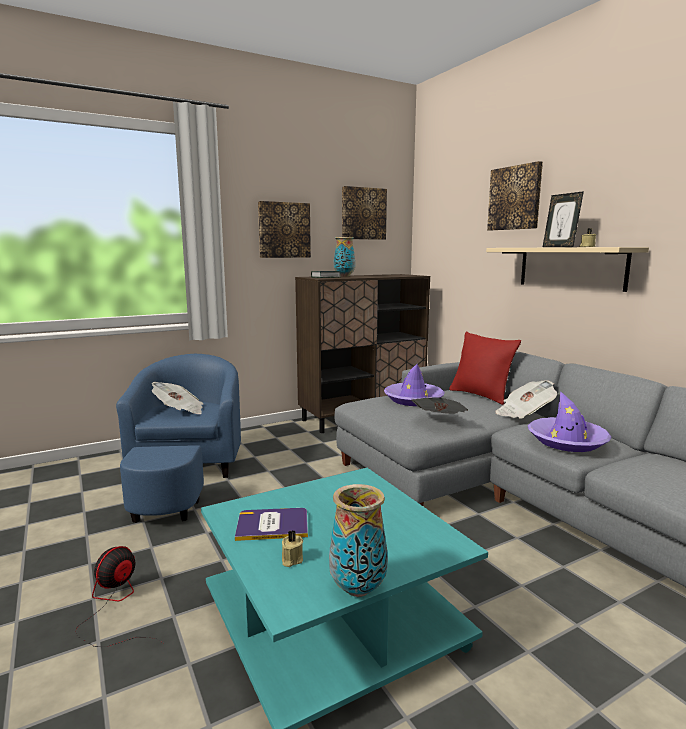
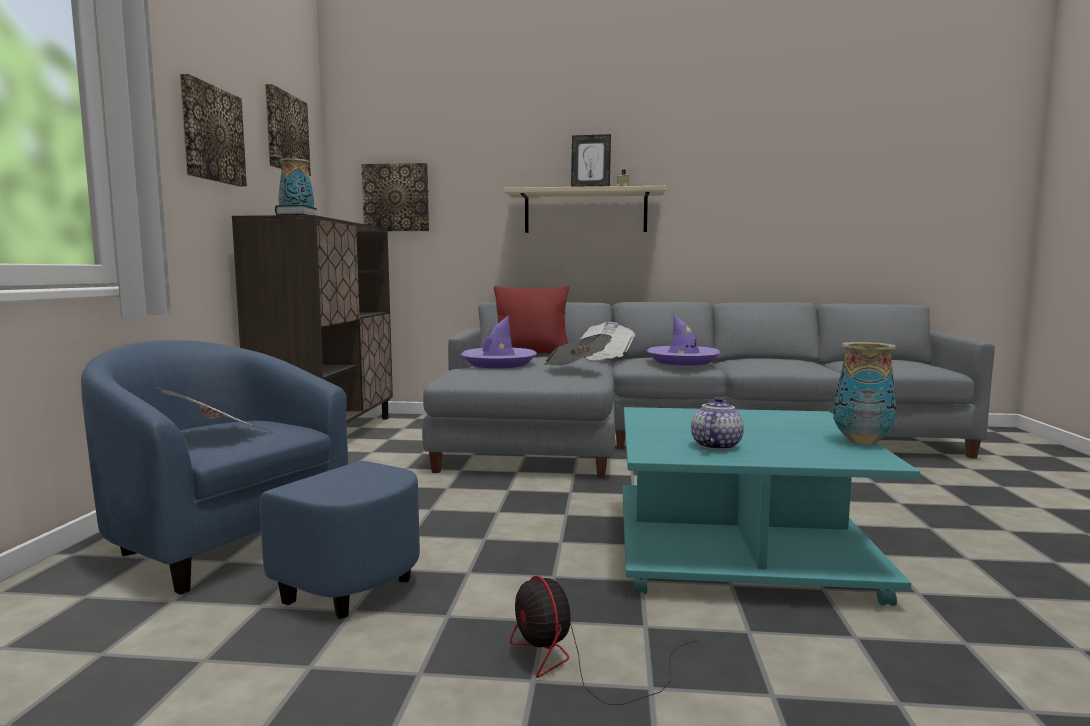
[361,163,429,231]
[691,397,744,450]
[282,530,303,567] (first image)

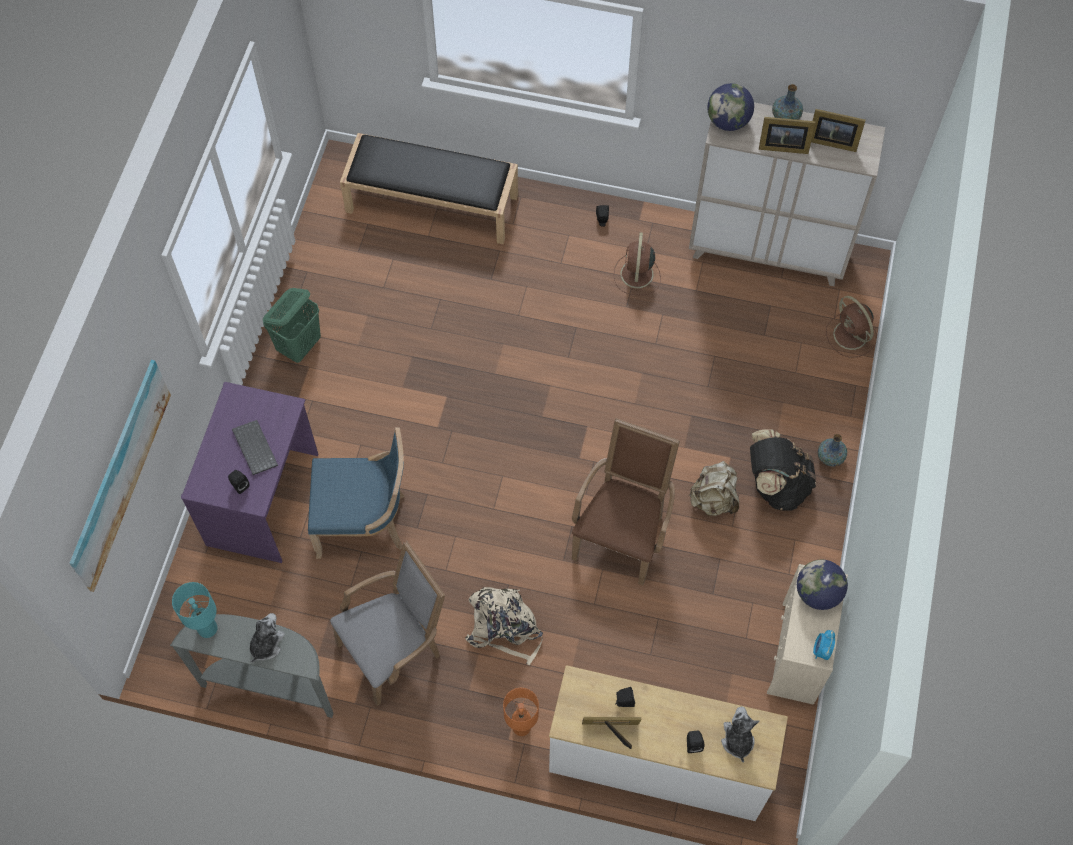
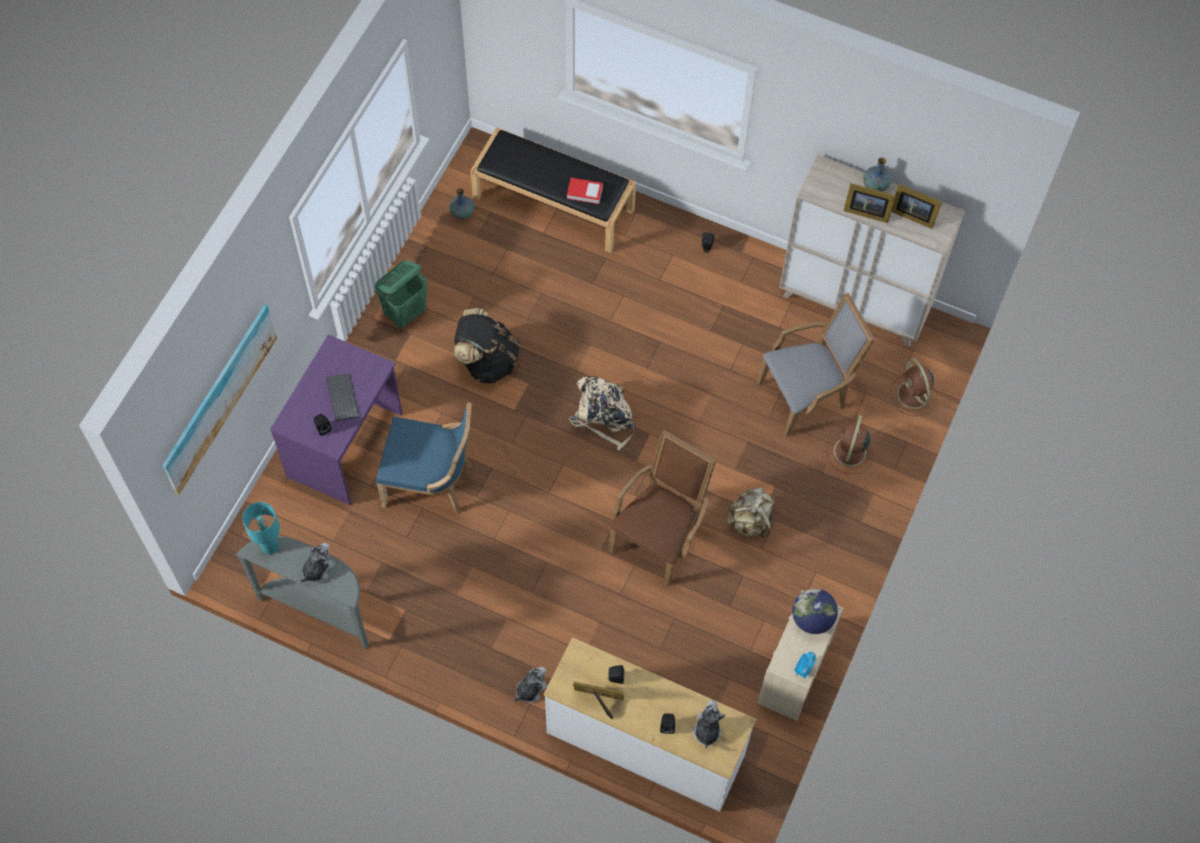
[449,188,475,220]
[454,308,520,384]
[514,667,548,703]
[567,178,603,204]
[569,376,635,450]
[757,293,875,437]
[827,415,873,474]
[707,83,754,131] (first image)

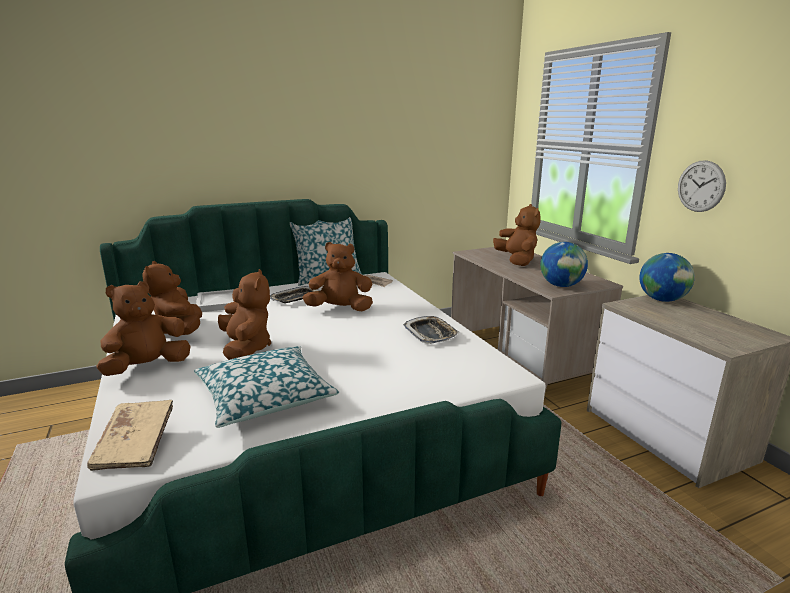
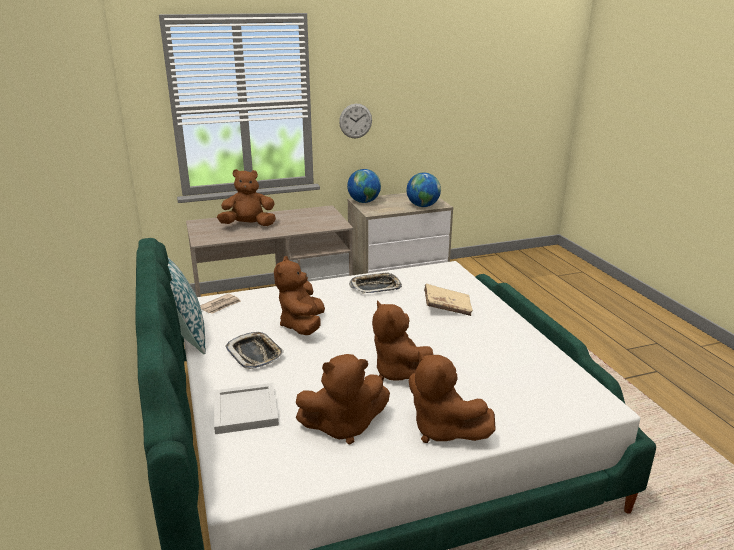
[372,300,433,381]
[406,172,441,207]
[424,284,473,316]
[194,346,339,428] (first image)

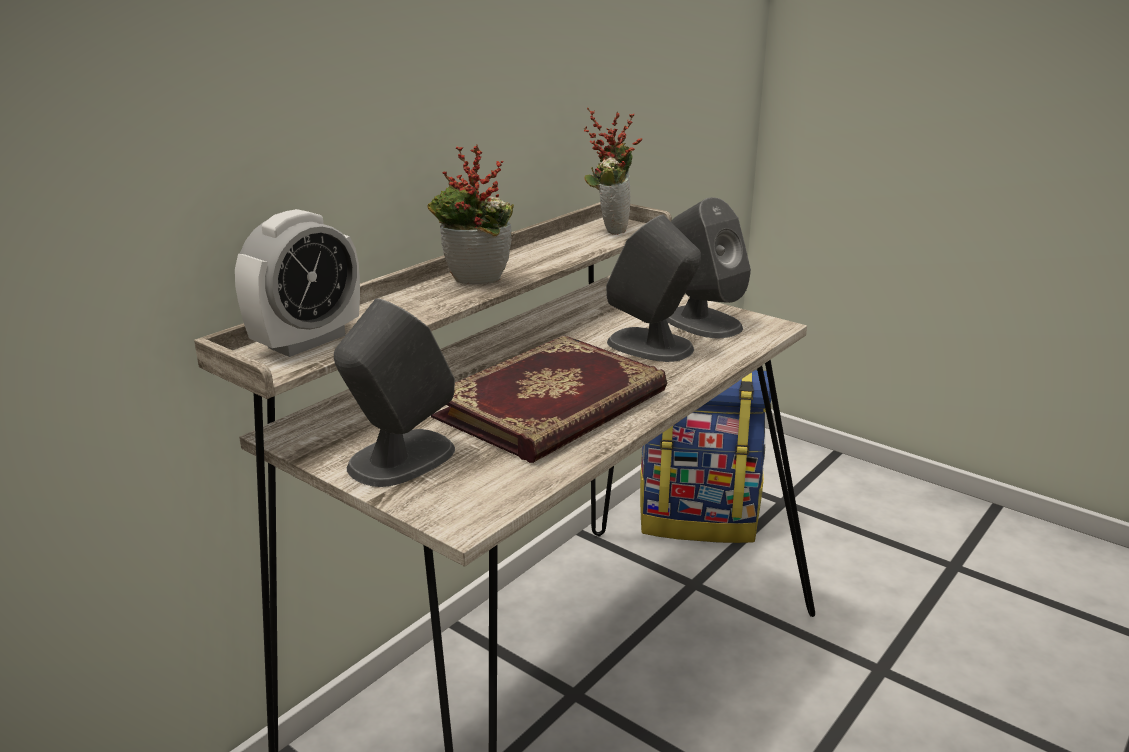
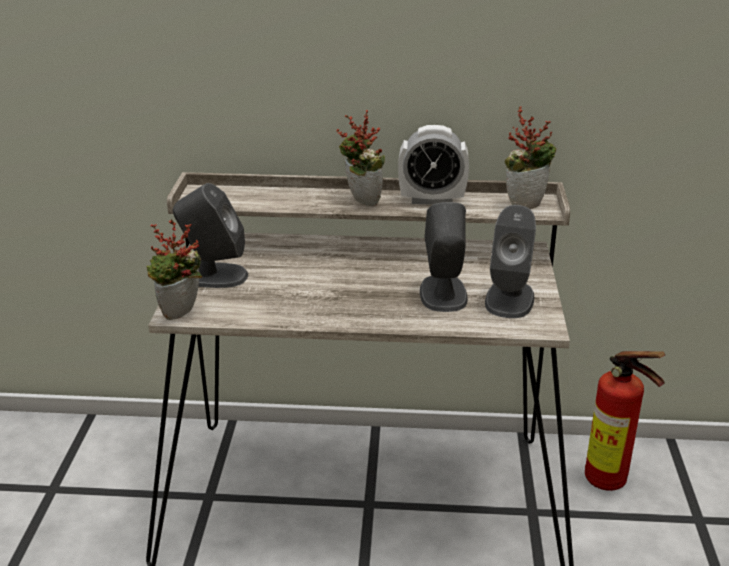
[146,219,202,320]
[398,125,469,205]
[585,351,665,491]
[431,335,667,463] (first image)

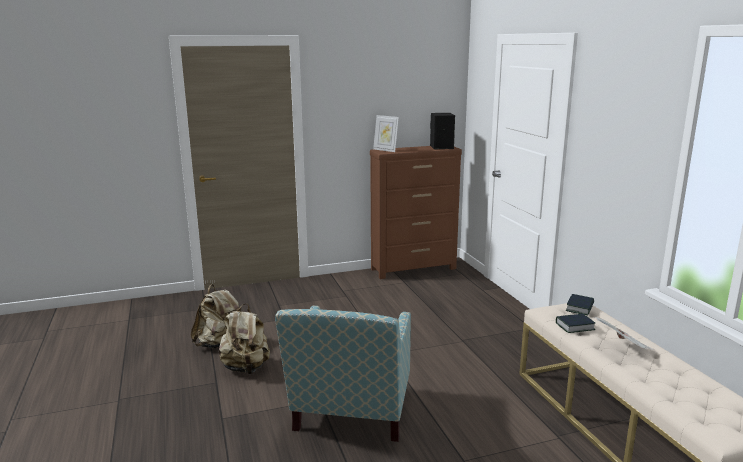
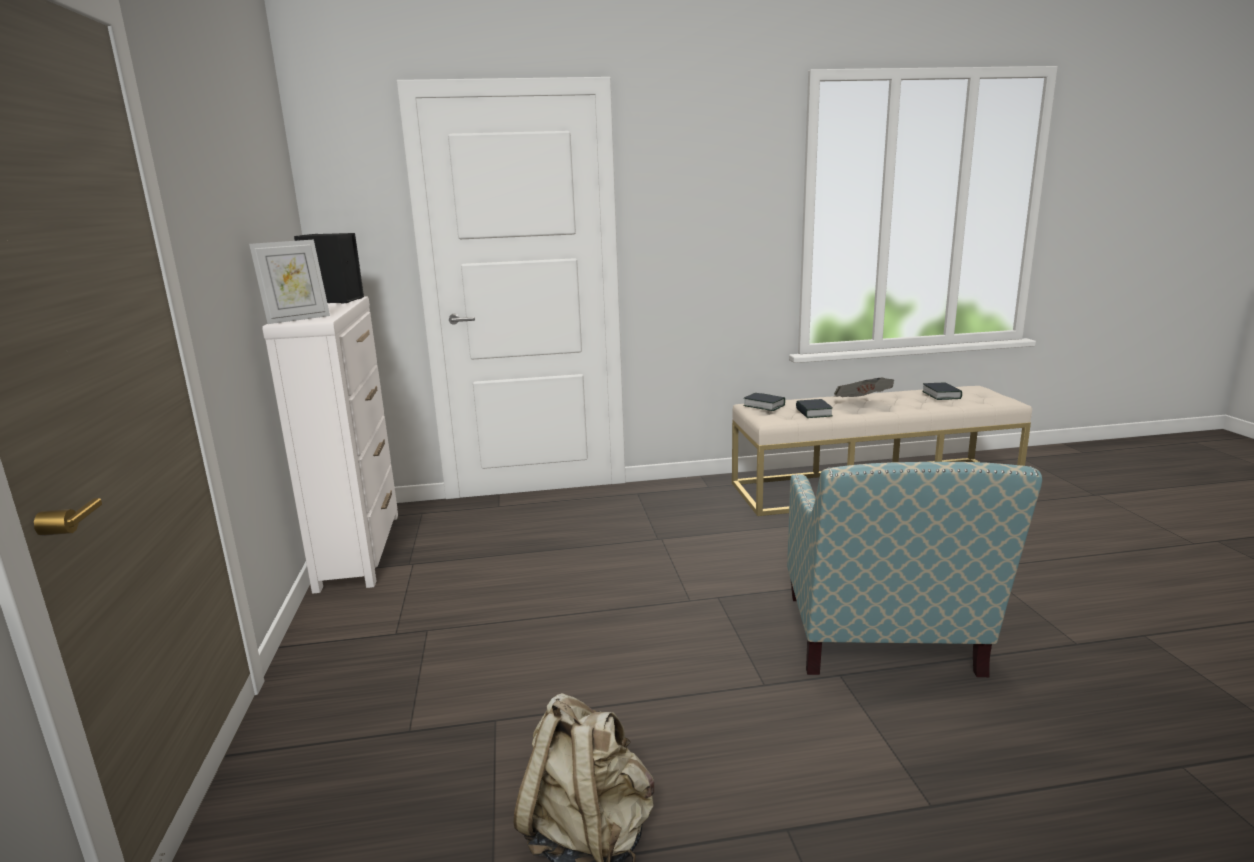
[262,296,398,594]
[787,462,1042,677]
[922,382,962,400]
[219,303,270,374] (first image)

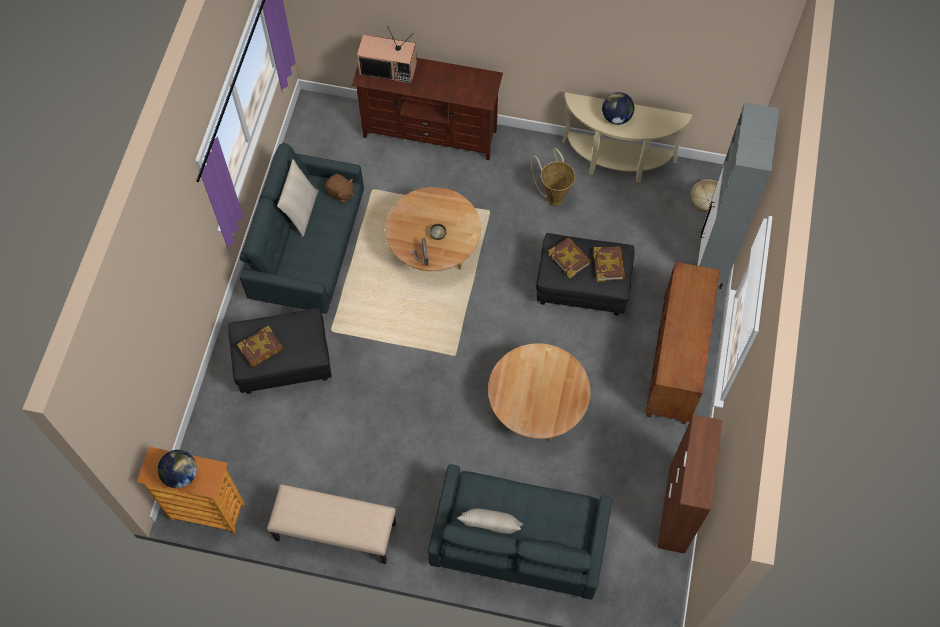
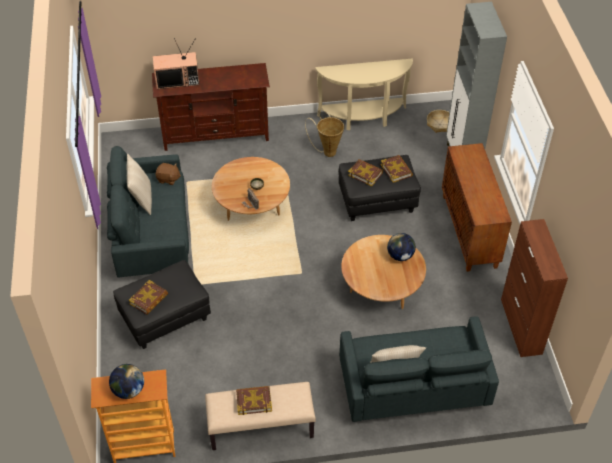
[236,386,272,415]
[387,233,416,261]

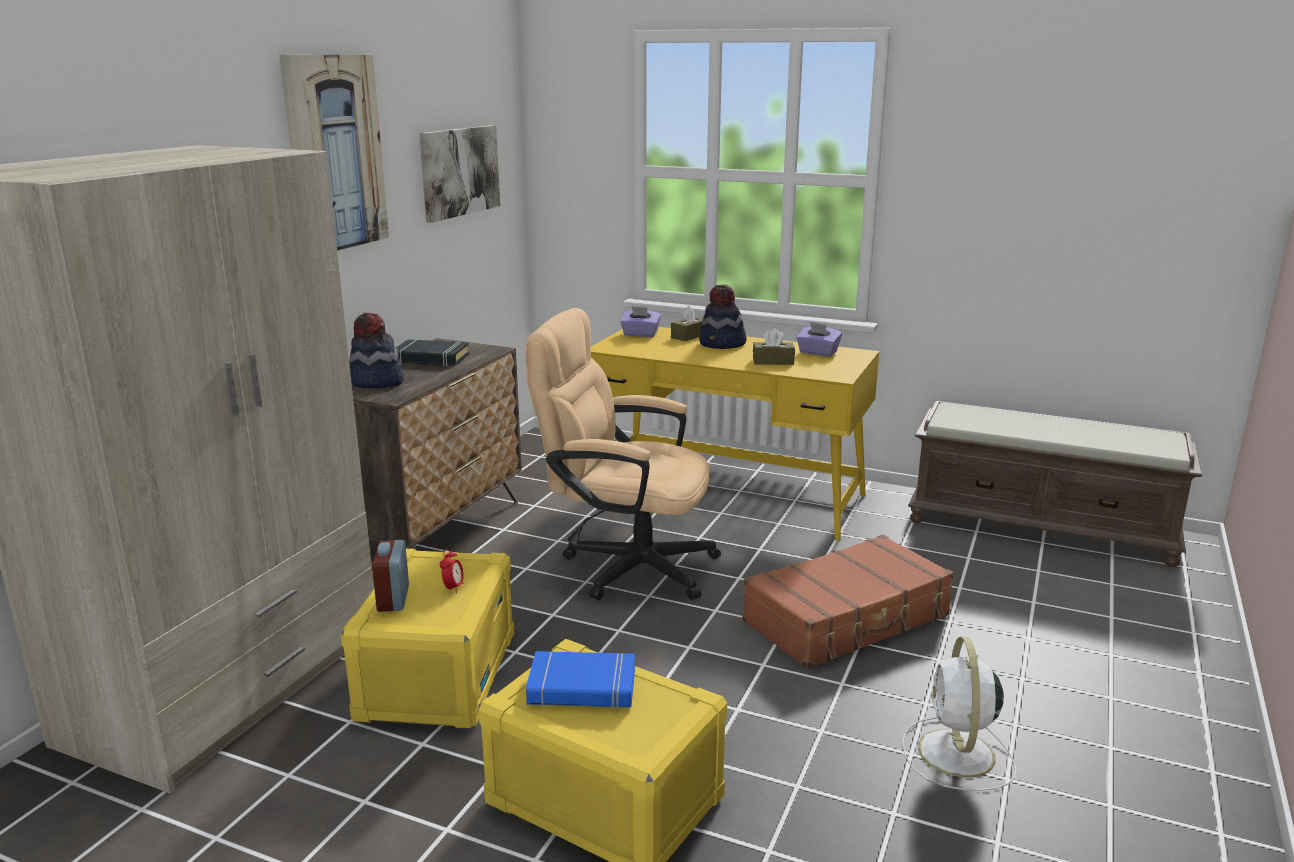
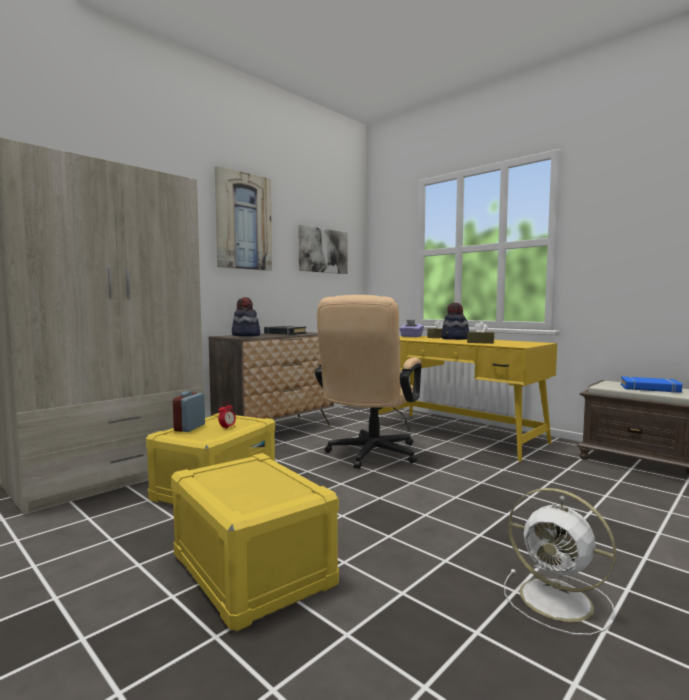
[315,295,422,469]
[504,488,616,635]
[621,376,682,393]
[742,535,954,669] (first image)
[796,322,842,356] (first image)

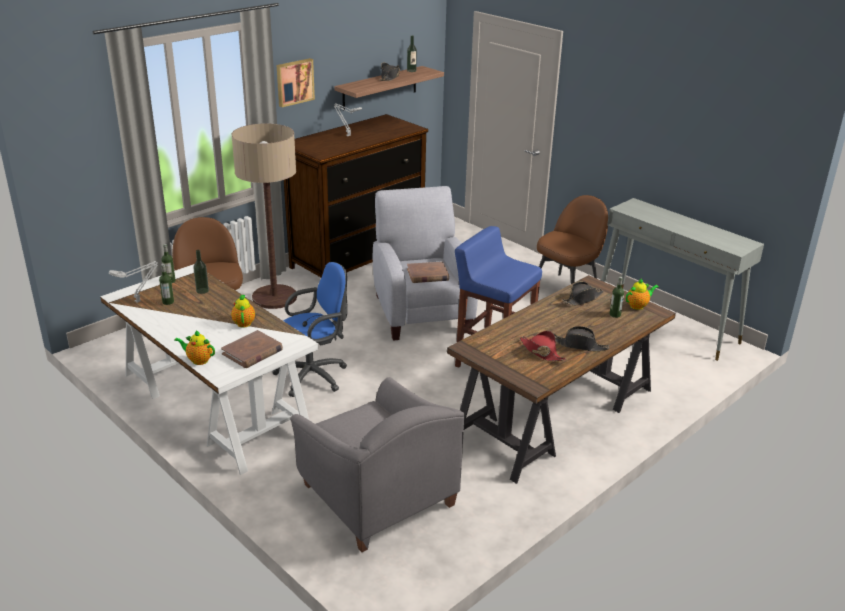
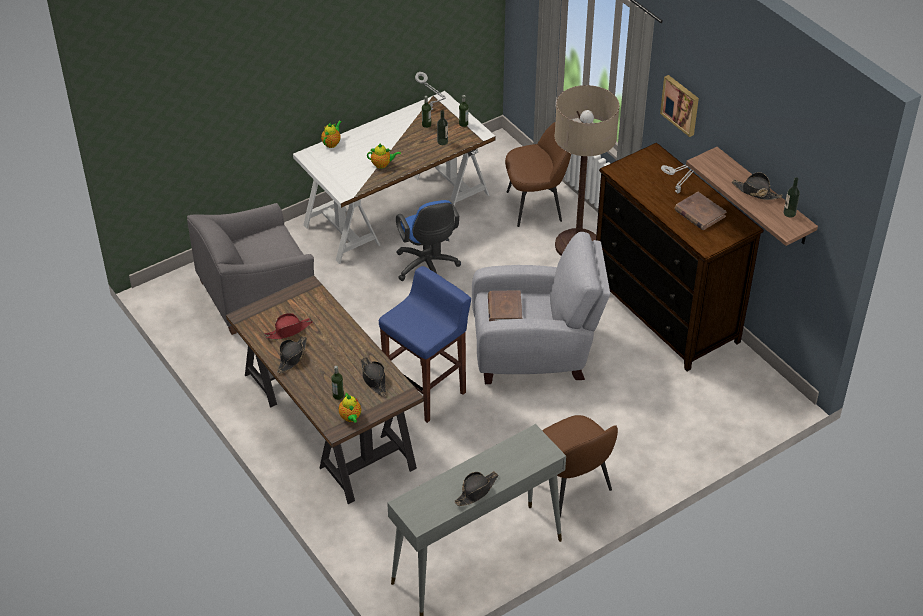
[454,471,498,506]
[675,192,727,230]

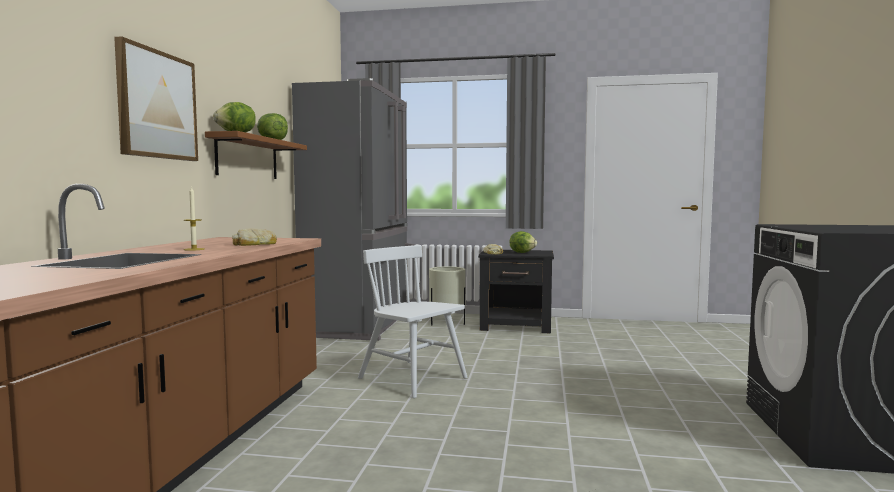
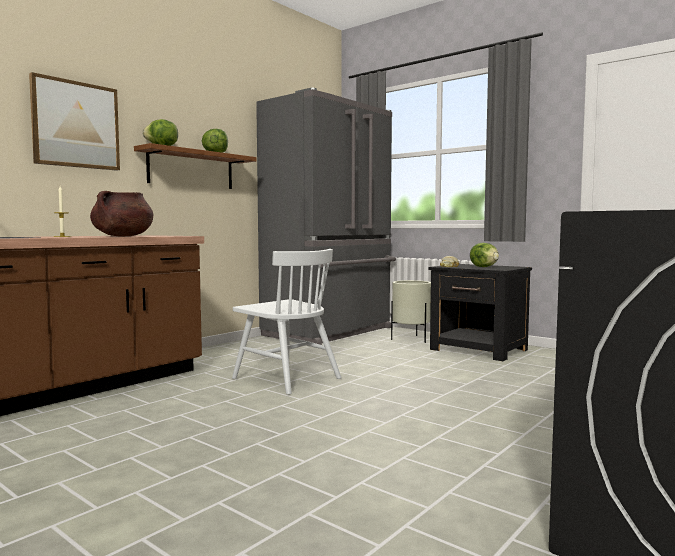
[90,191,153,237]
[232,249,341,395]

